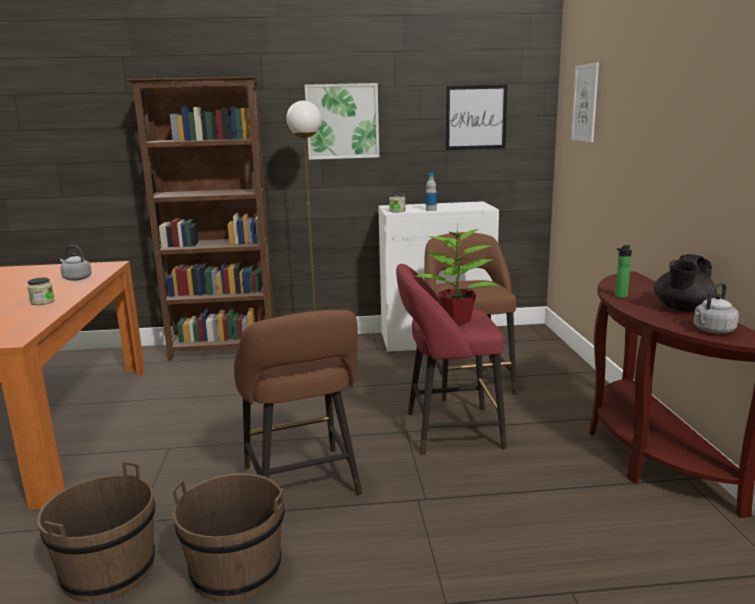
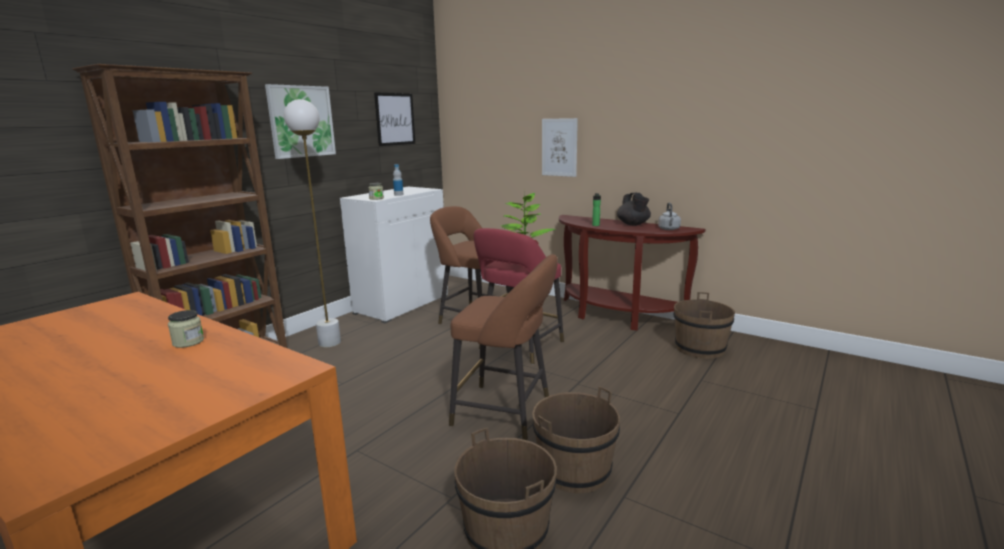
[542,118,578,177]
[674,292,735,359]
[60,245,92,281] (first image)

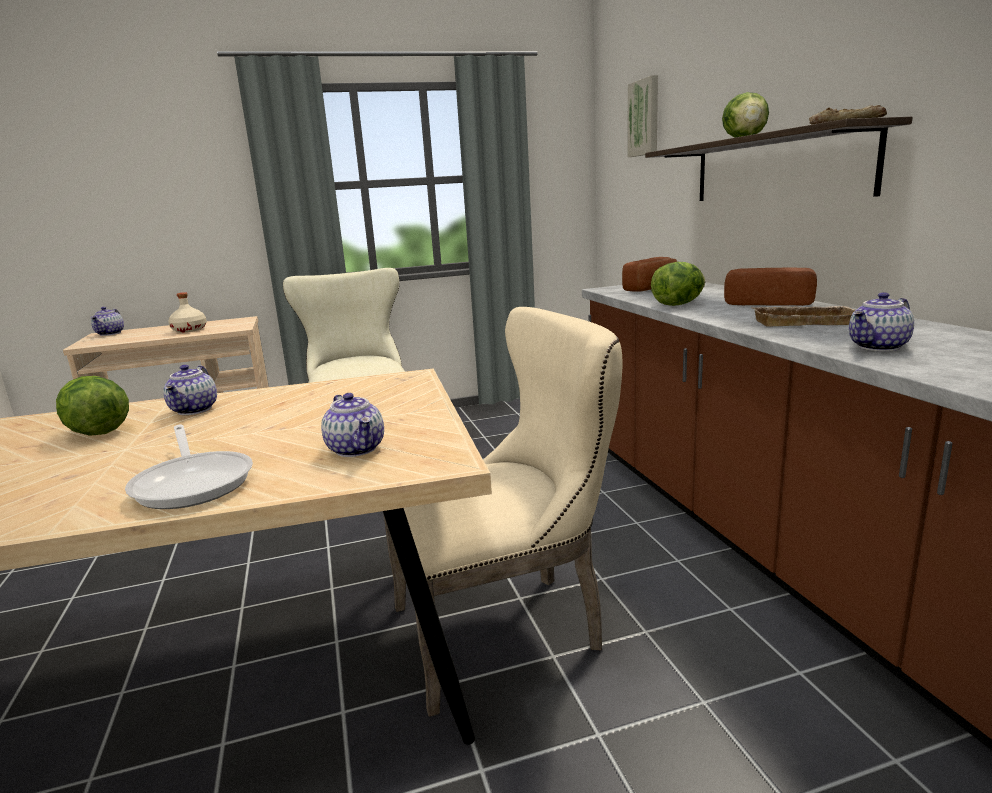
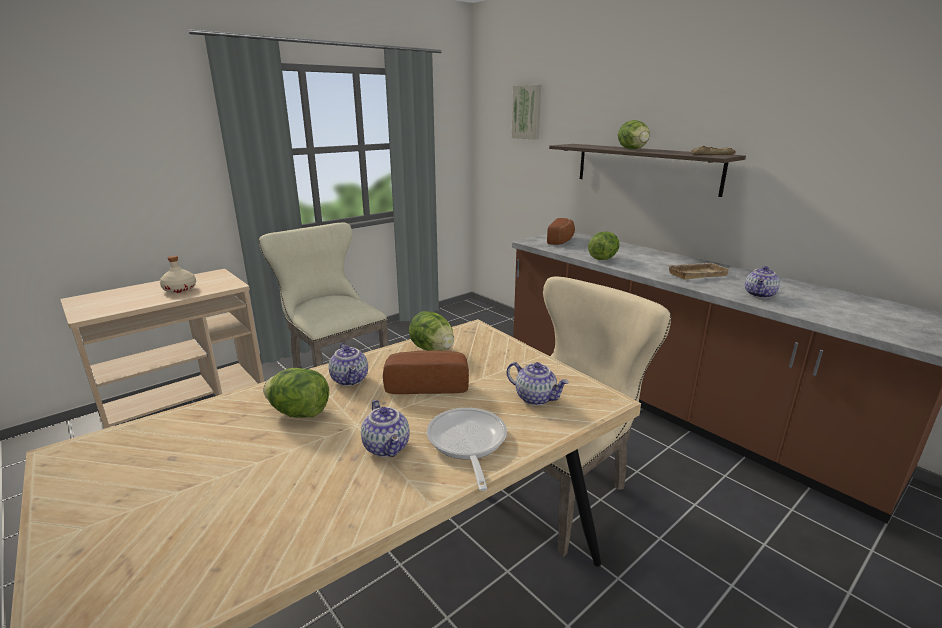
[361,400,410,457]
[383,350,469,394]
[409,311,454,351]
[427,408,507,491]

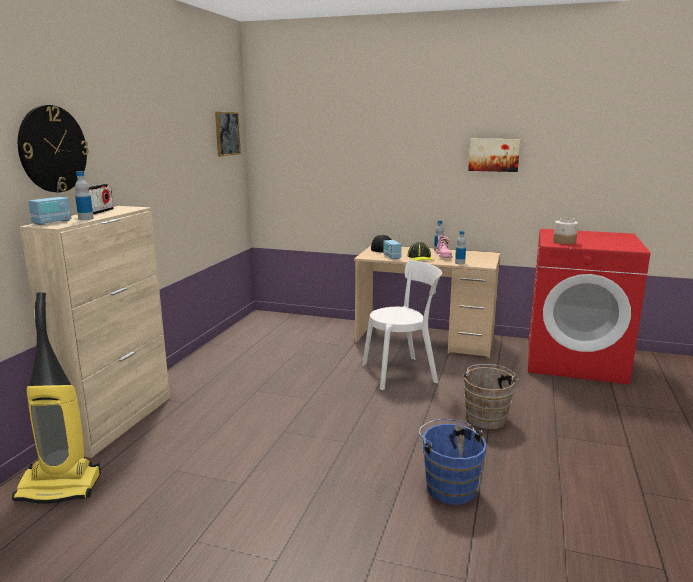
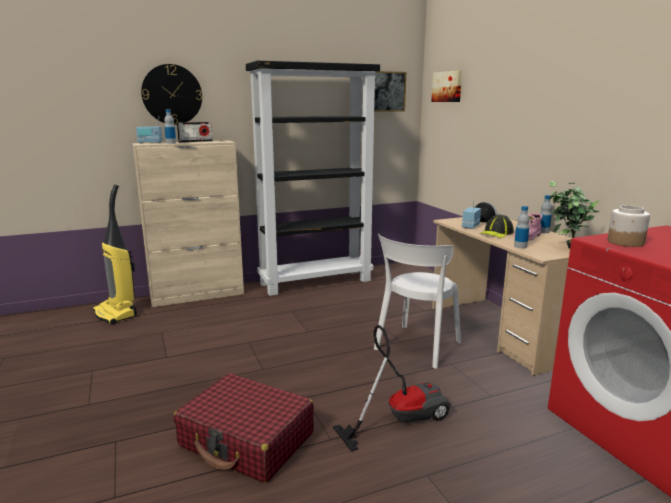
[174,373,314,483]
[246,61,380,296]
[333,325,451,452]
[374,233,461,369]
[431,70,462,102]
[550,181,599,248]

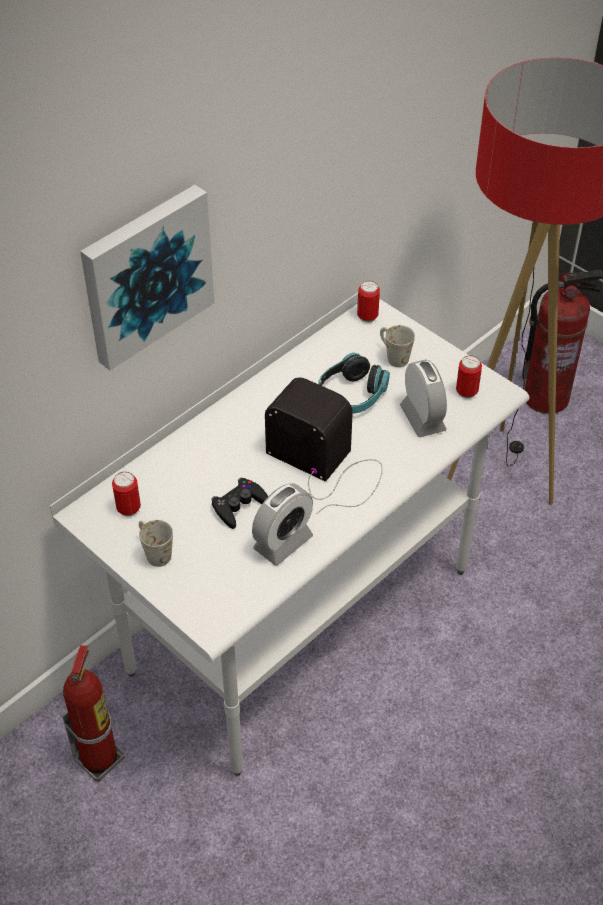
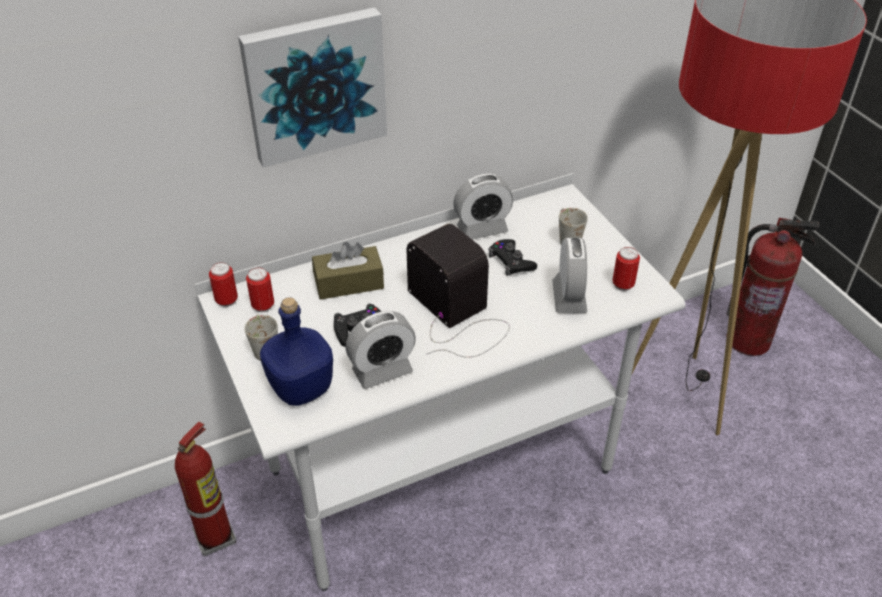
[209,262,238,307]
[260,297,333,406]
[312,242,384,300]
[453,173,513,240]
[488,239,537,276]

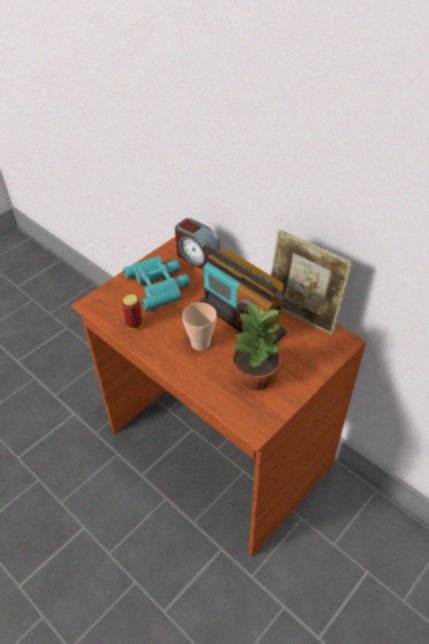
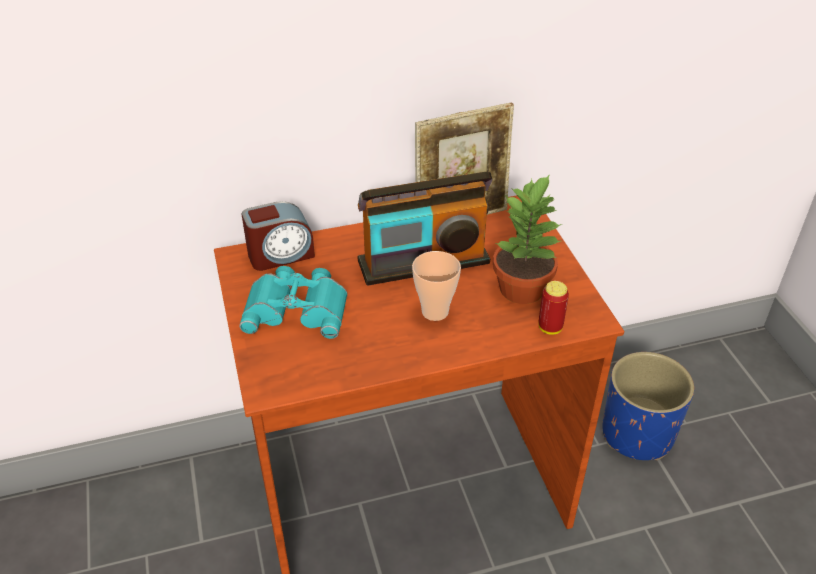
[538,281,569,335]
[602,352,694,460]

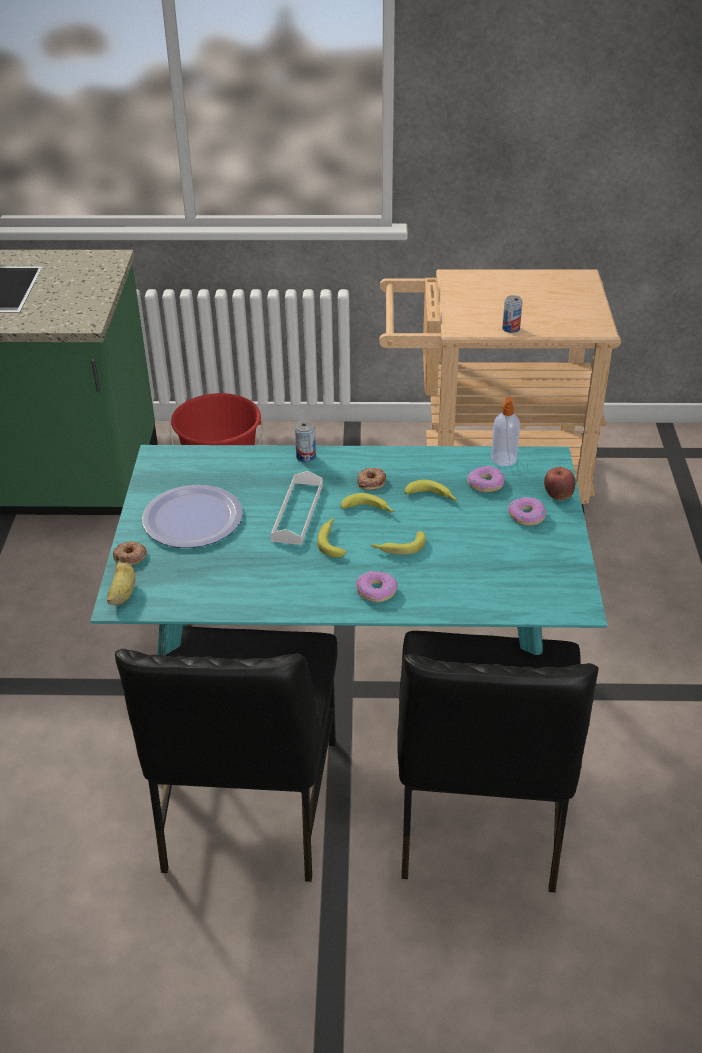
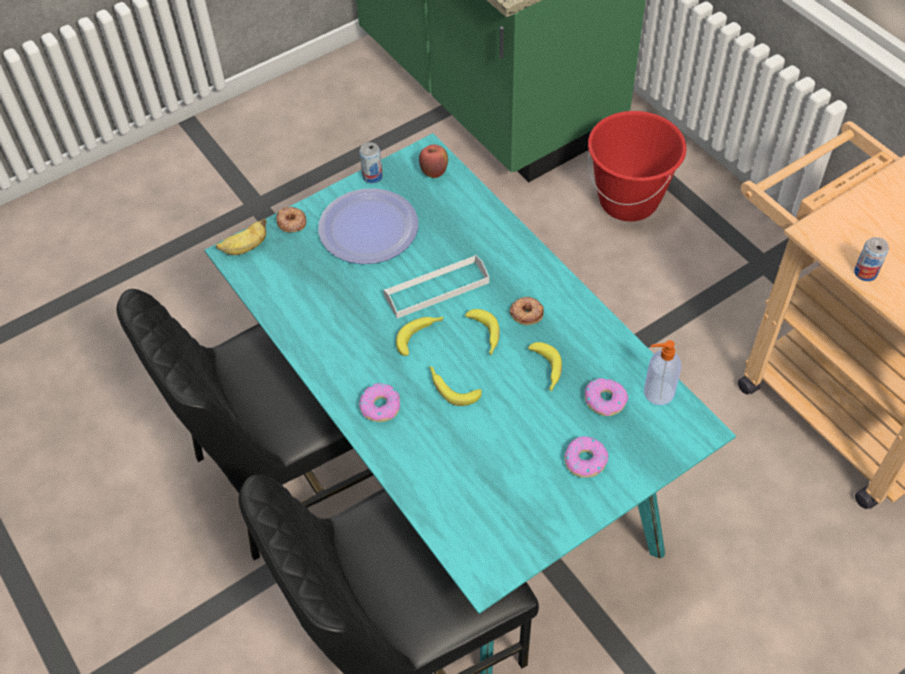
[359,142,383,183]
[419,144,448,178]

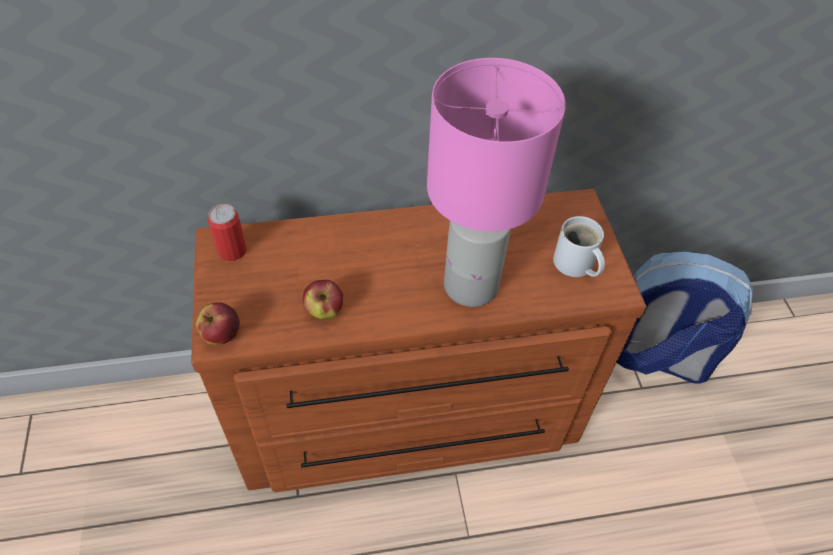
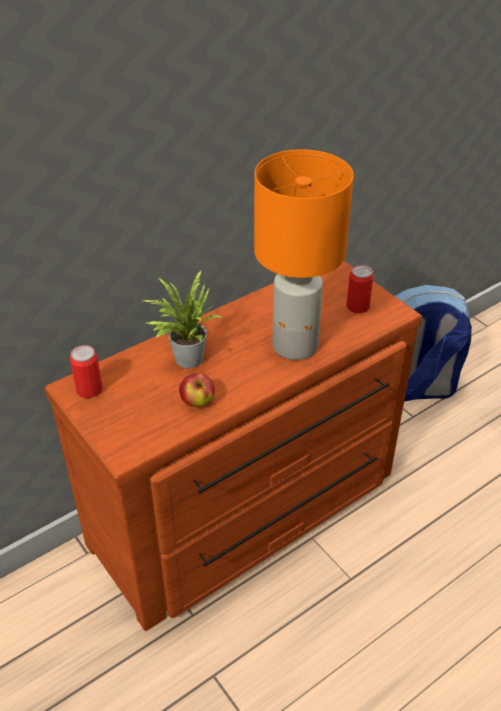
[143,270,223,368]
[254,149,354,360]
[346,265,374,313]
[196,302,240,345] (first image)

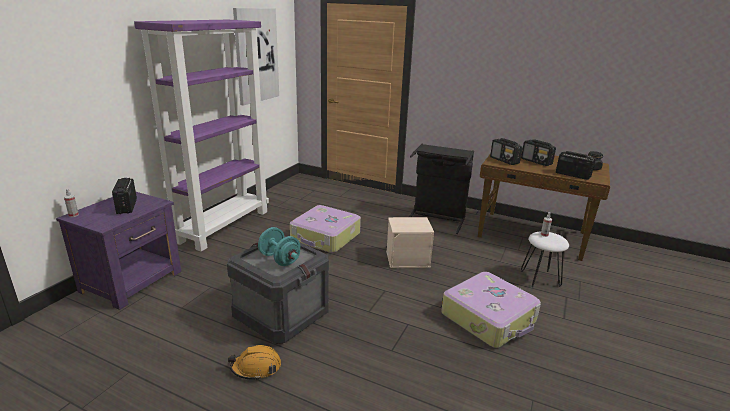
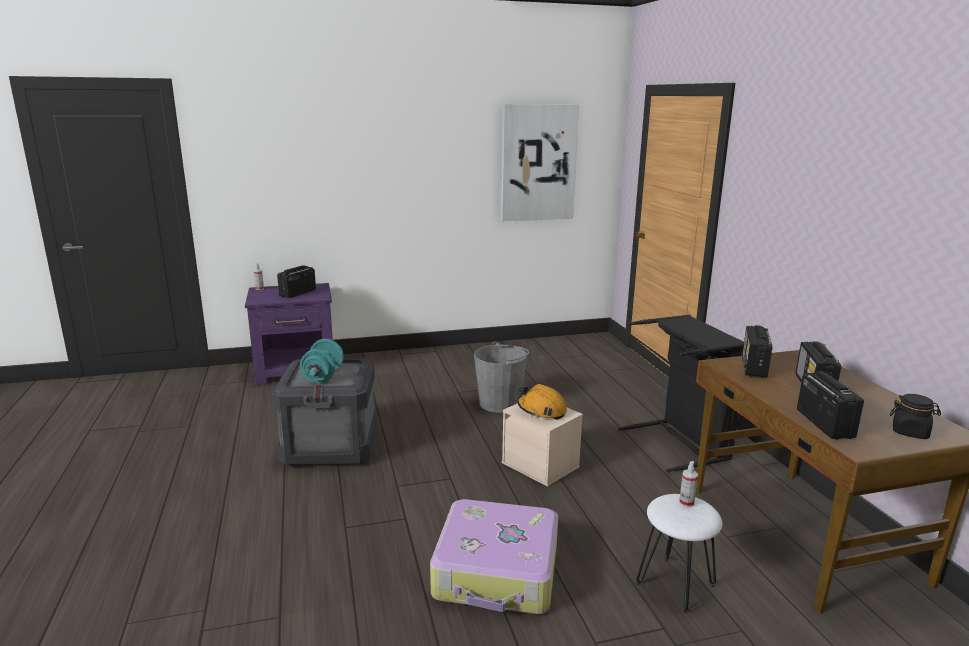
[474,342,529,413]
[518,384,567,420]
[134,20,269,252] (first image)

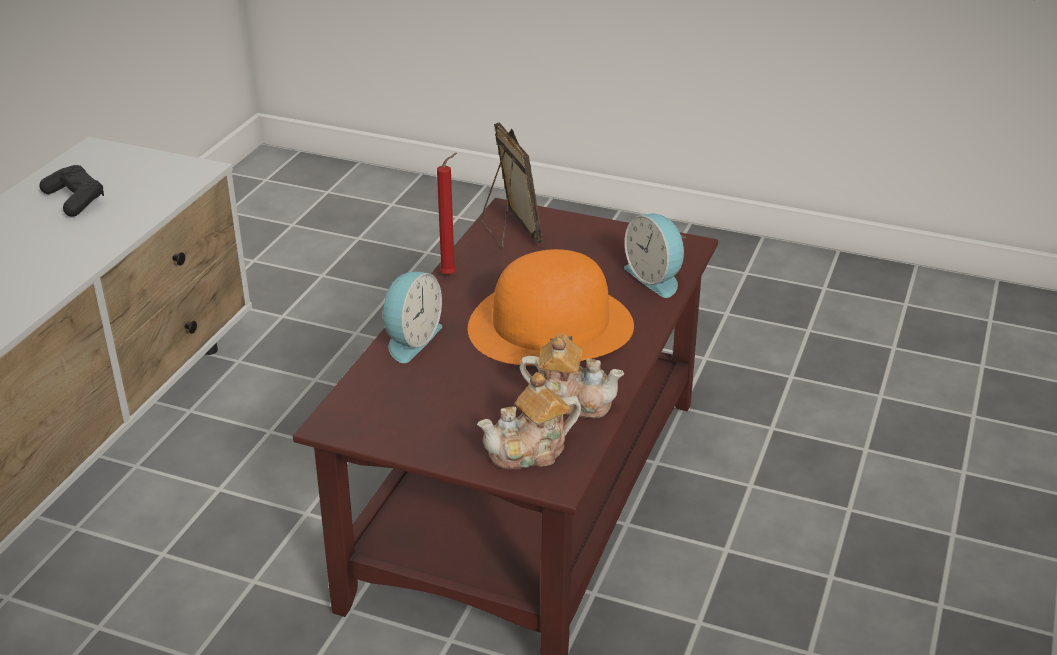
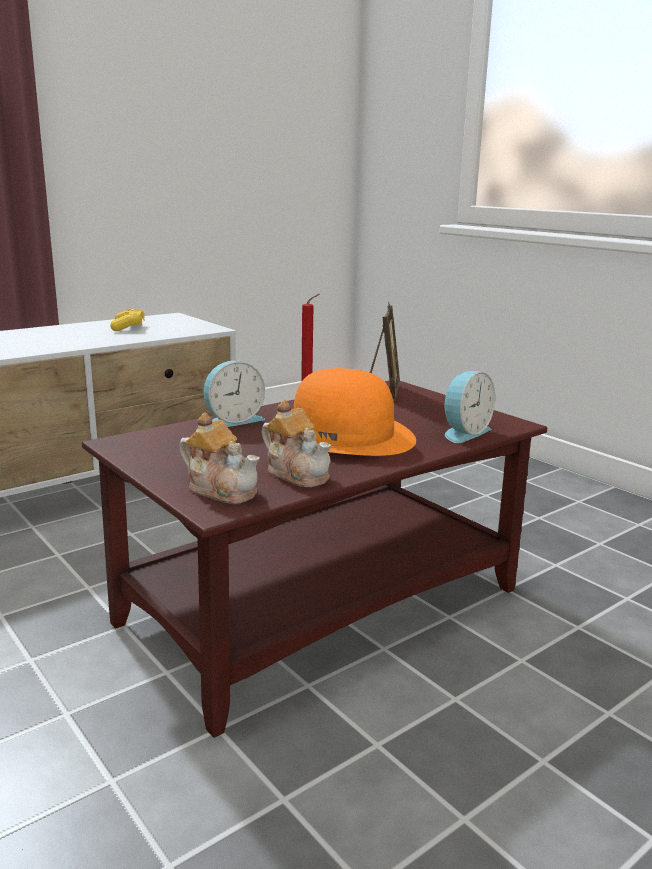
[110,309,144,331]
[179,412,260,504]
[445,371,495,443]

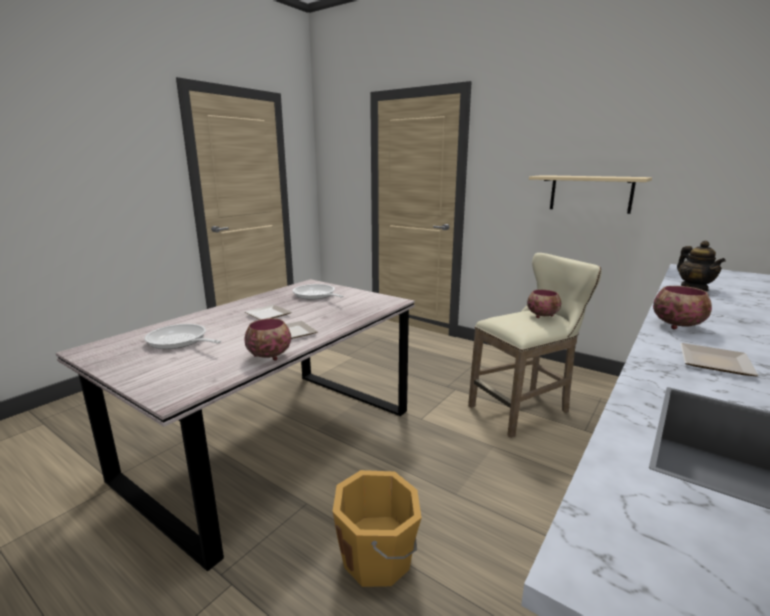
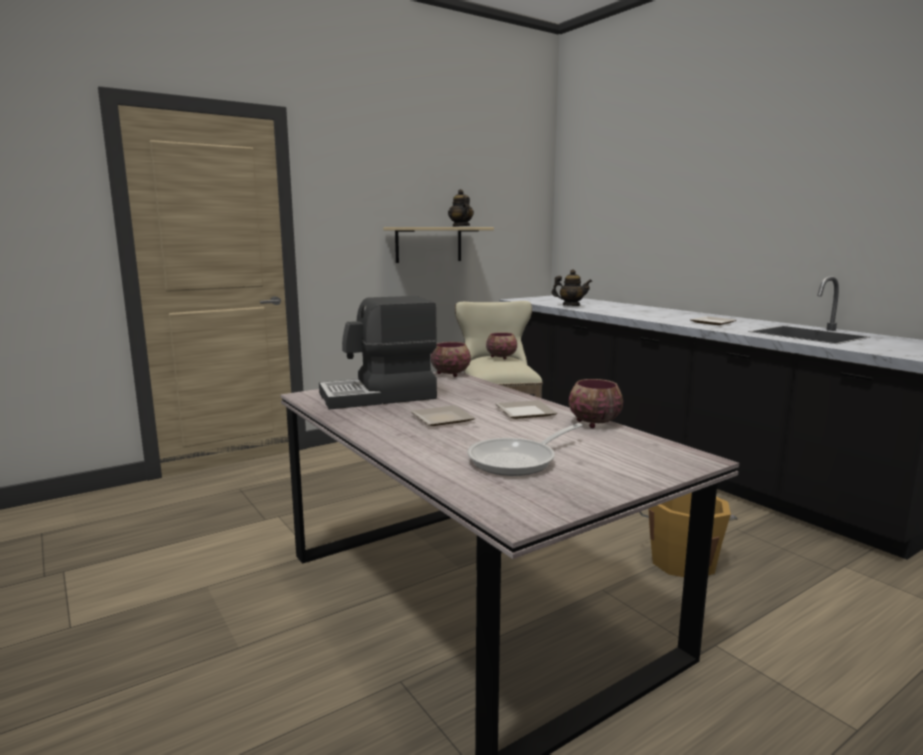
[319,296,437,410]
[431,342,471,377]
[448,189,474,227]

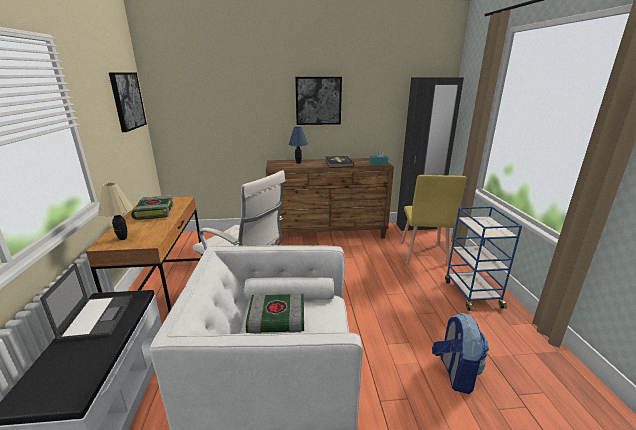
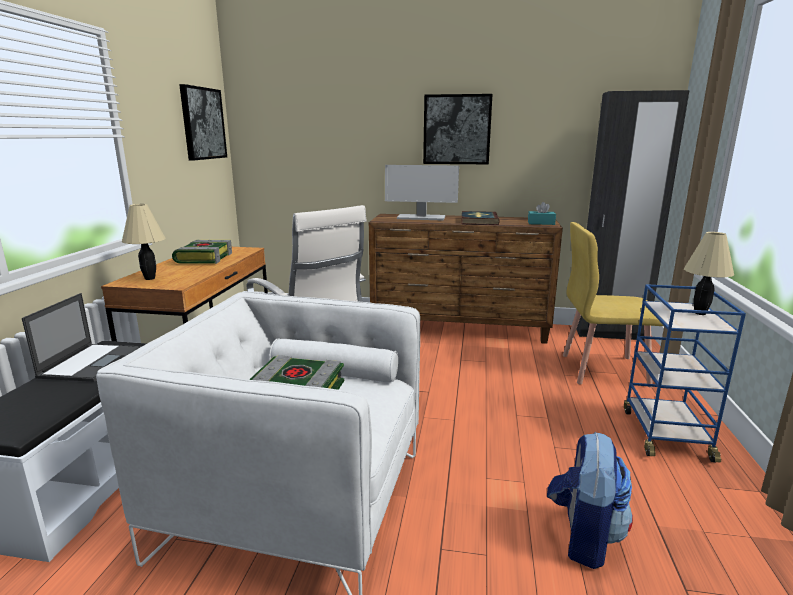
[385,165,459,221]
[563,222,664,388]
[684,232,734,315]

